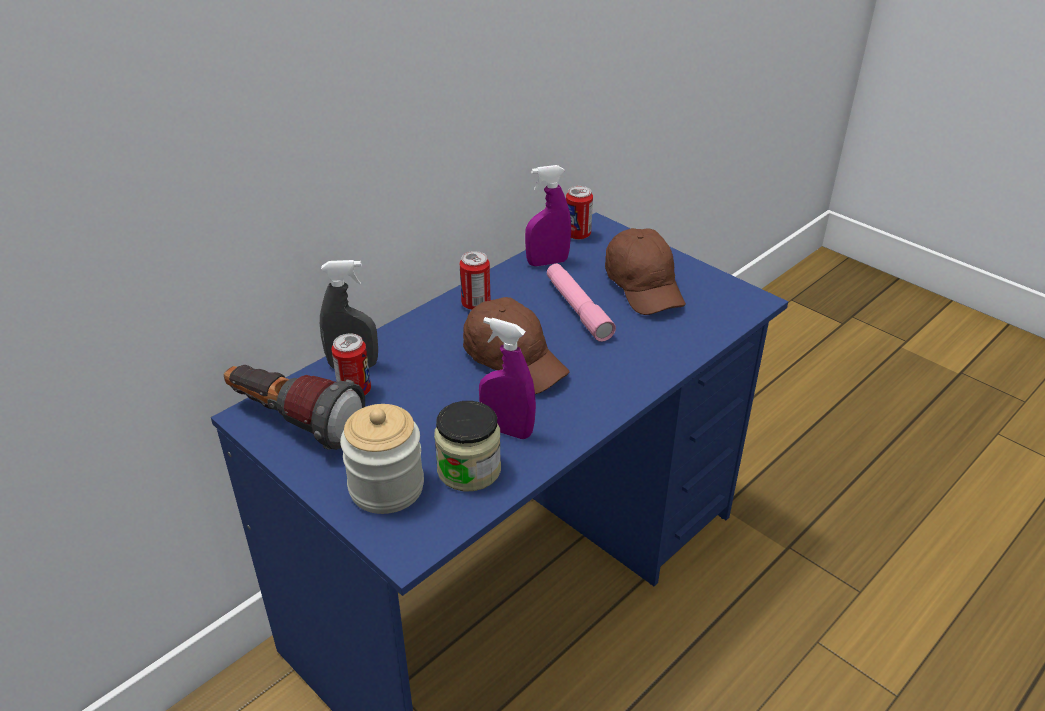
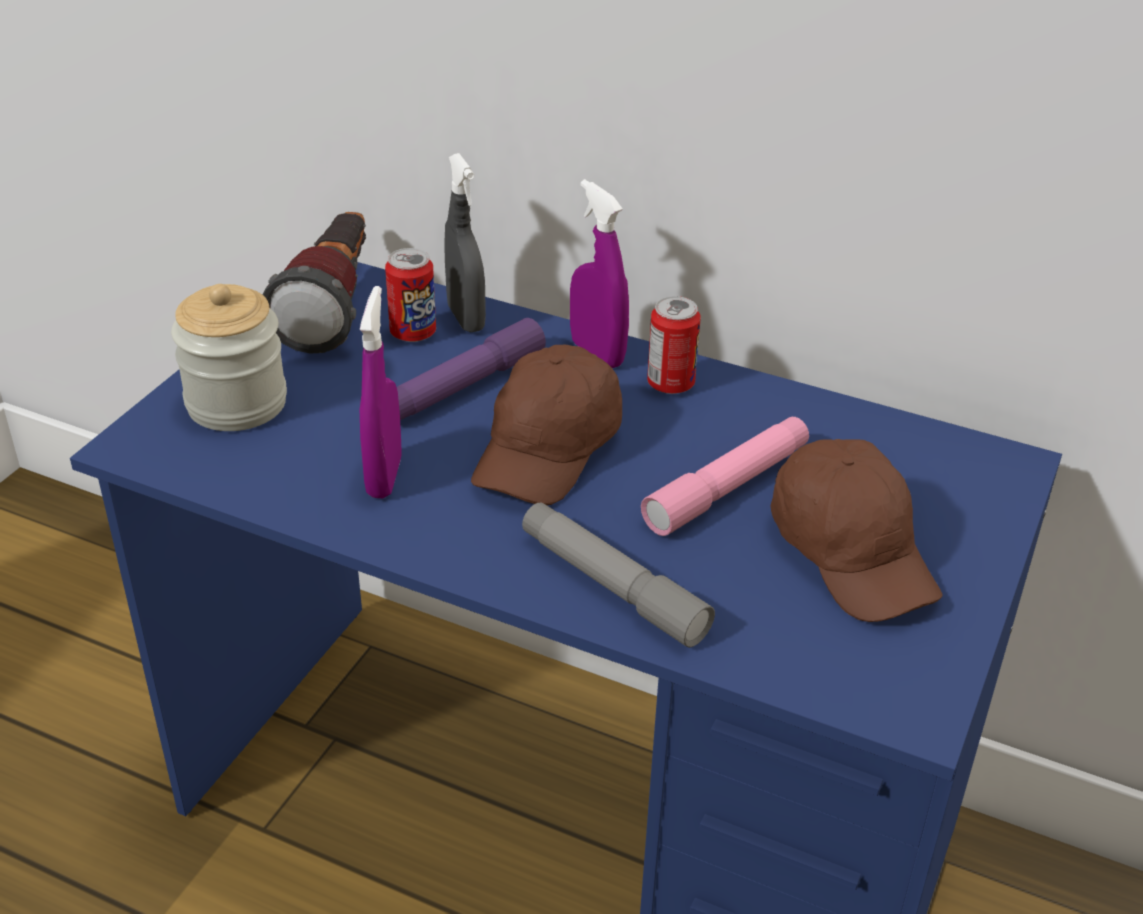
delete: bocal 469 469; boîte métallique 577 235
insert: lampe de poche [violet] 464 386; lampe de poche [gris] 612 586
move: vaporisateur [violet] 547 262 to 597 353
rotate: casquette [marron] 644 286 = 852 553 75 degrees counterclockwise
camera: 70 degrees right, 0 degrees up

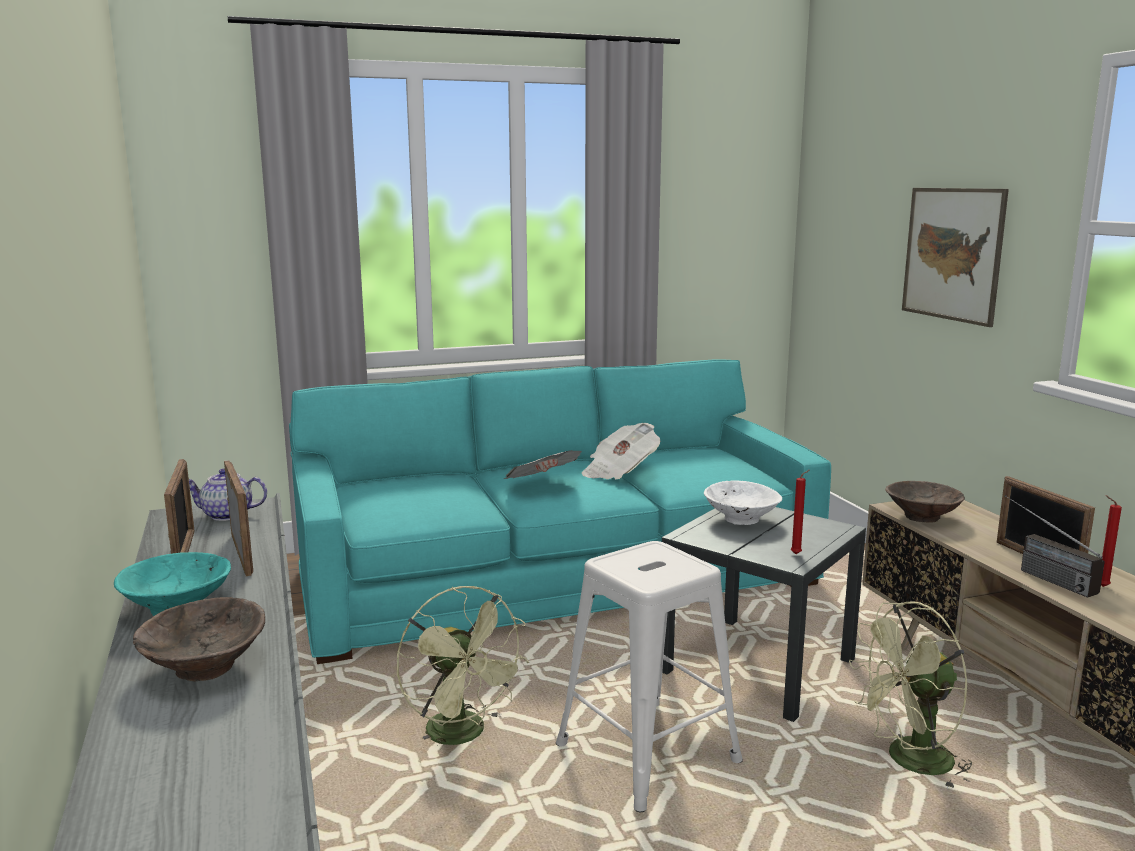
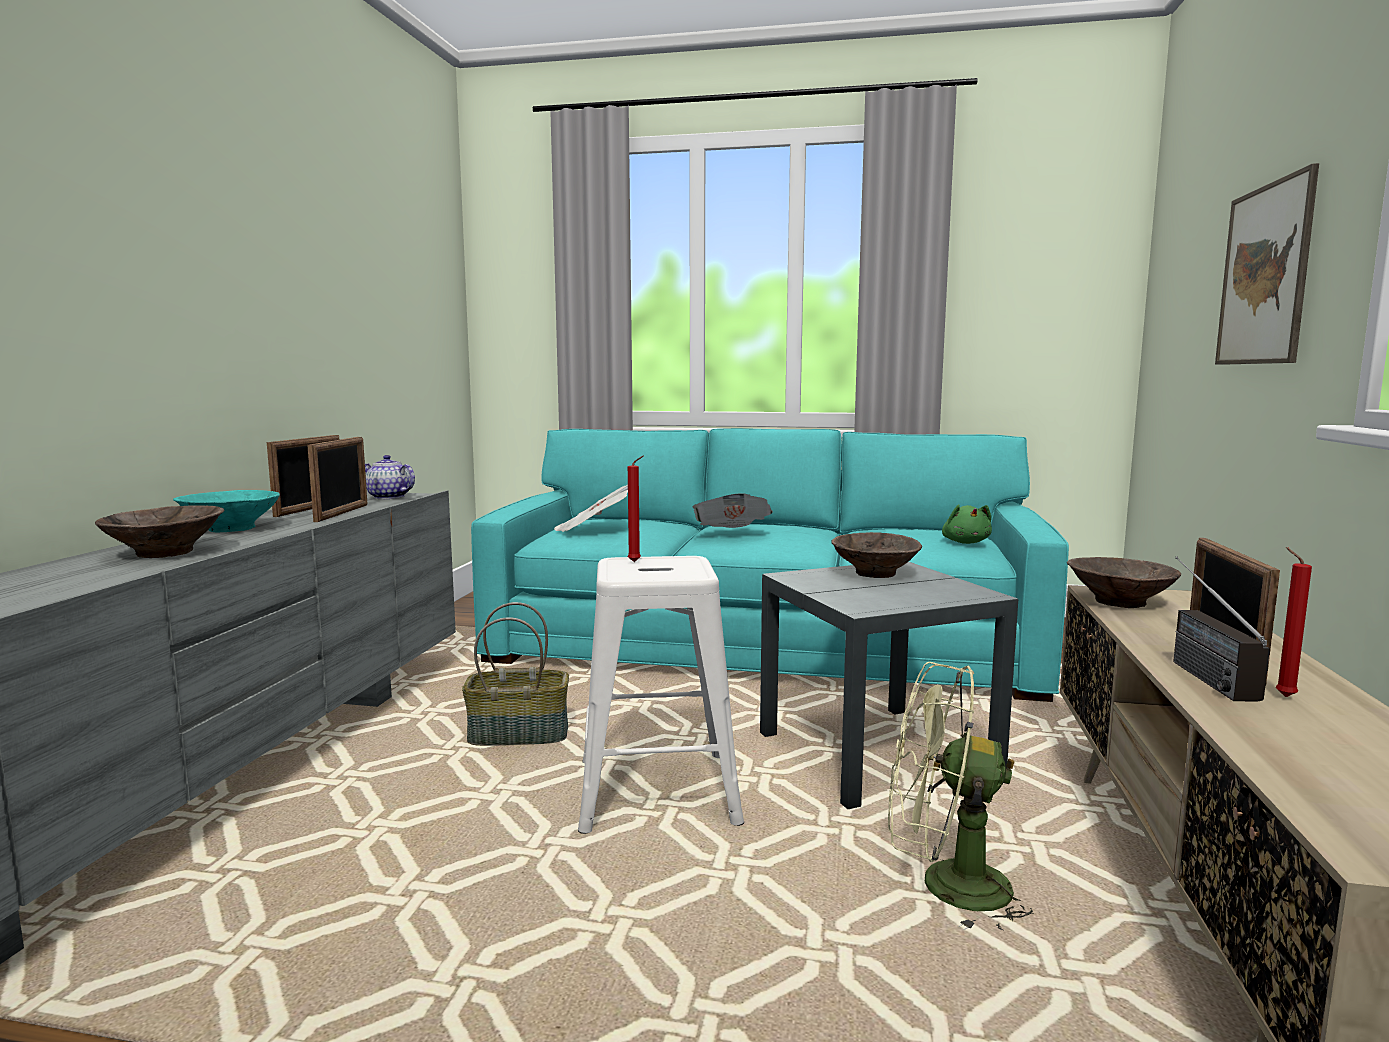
insert: peluche [vert] 965 542
move: journal 619 472 to 593 530; bougie [rouge] 797 554 to 636 562
replace: ventilateur [vert] 464 735 to panier 519 735
recolor: bol [blanc] 740 519 to bol [marron] 874 573
camera: 30 degrees right, 5 degrees down

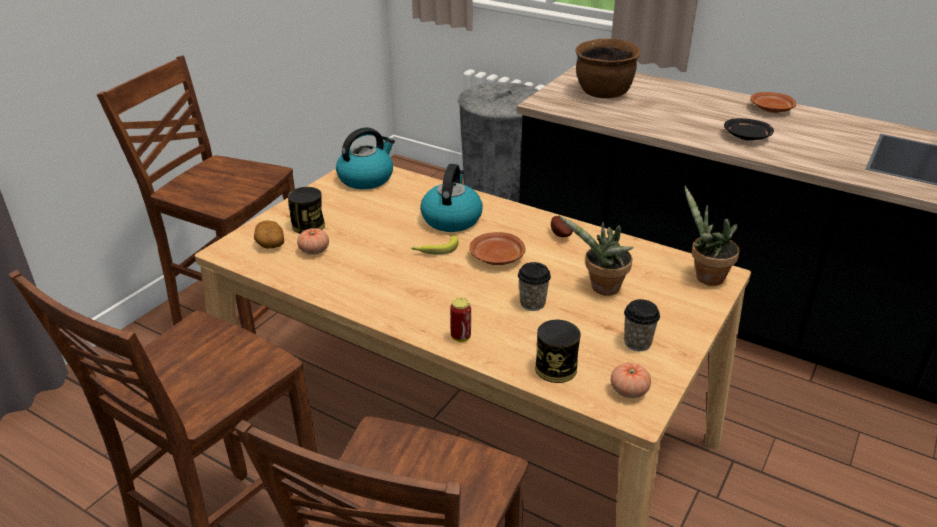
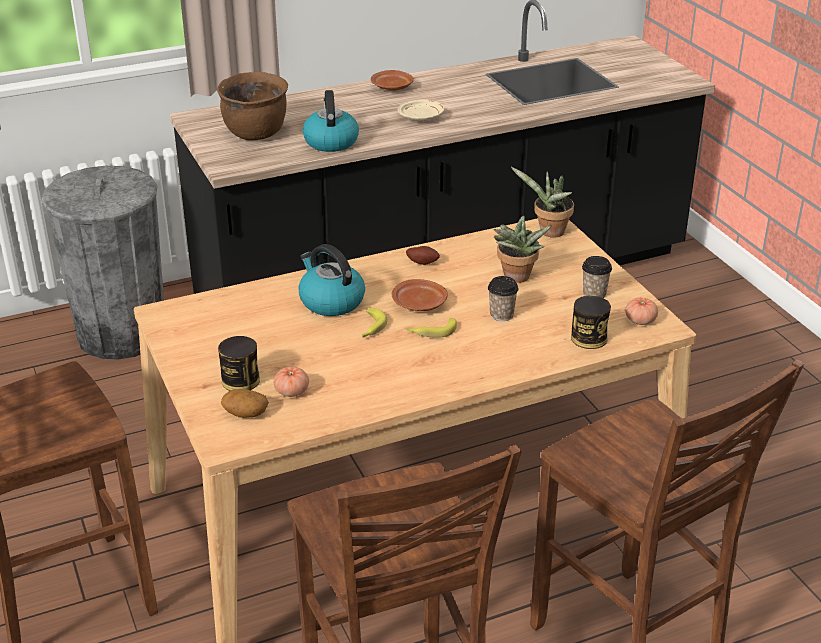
delete: boîte métallique 460 337
insert: banane 431 332
move: bouilloire 366 178 to 330 141
recolor: assiette [noir] 747 137 to assiette [beige] 421 117
camera: 55 degrees left, 0 degrees up

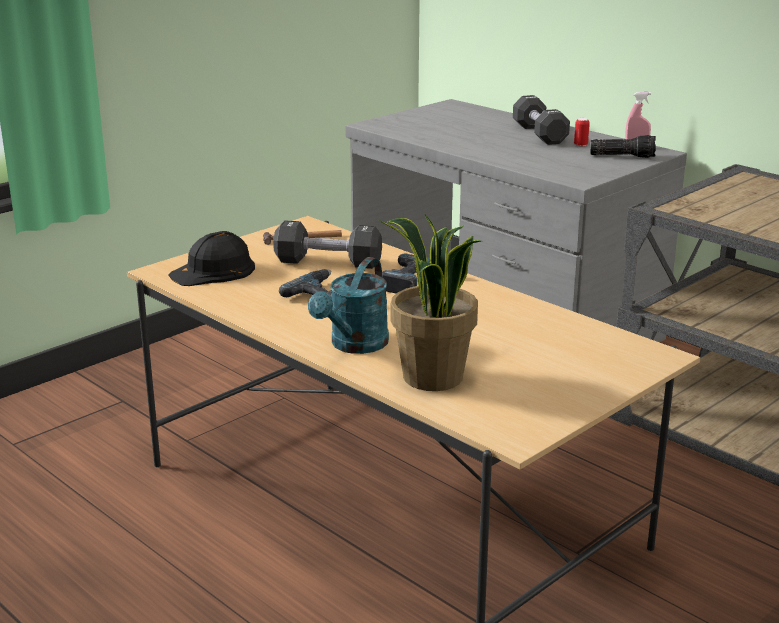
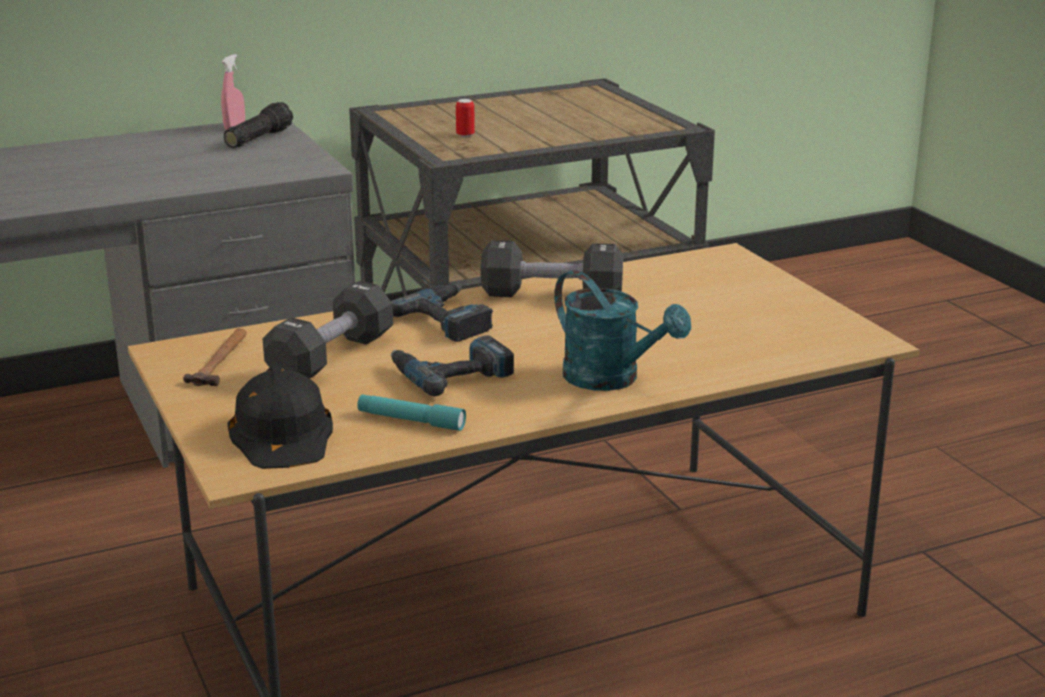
delete: plante en pot 432 378
insert: lampe de poche [turquoise] 411 421
move: boîte métallique 580 145 to 465 135; haltère [noir] 539 134 to 551 294
camera: 70 degrees left, 0 degrees up

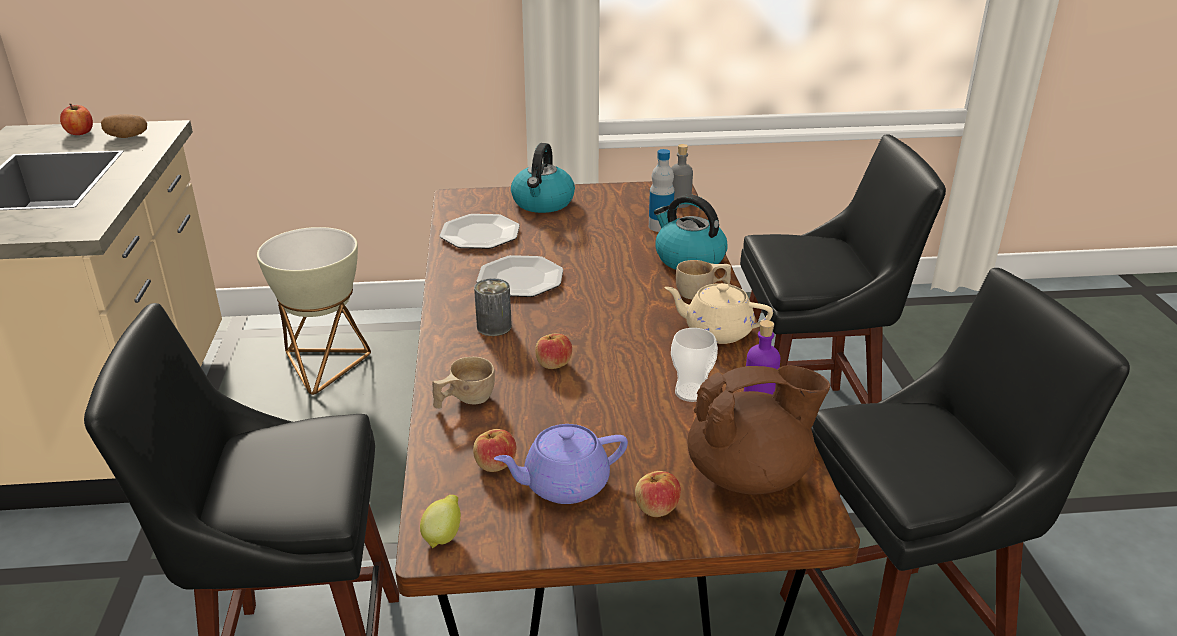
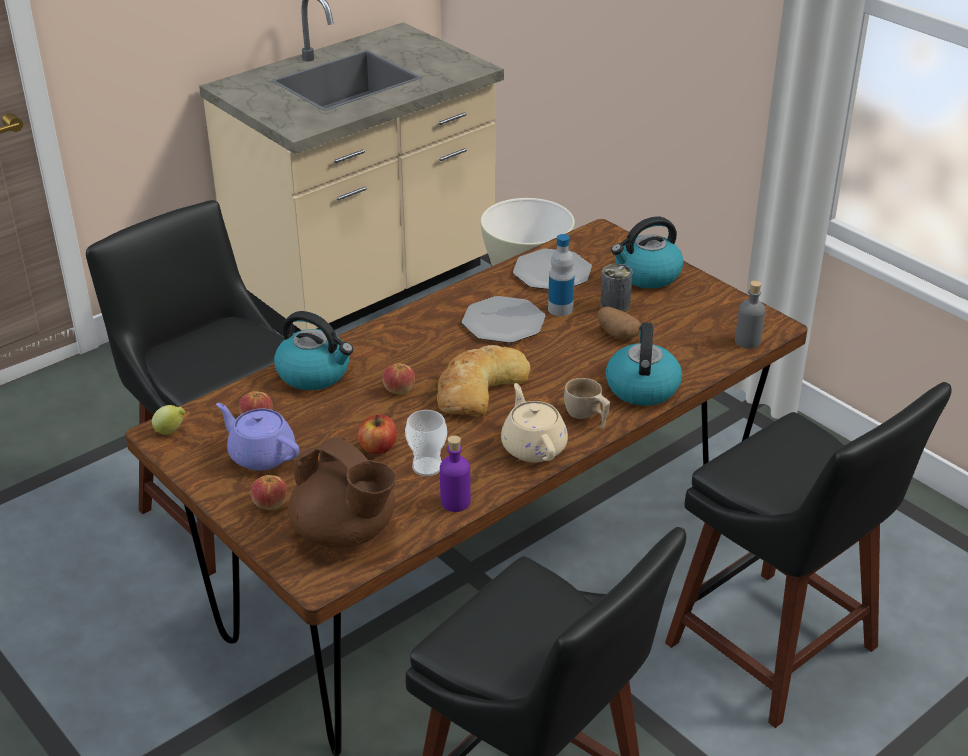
insert: pain 478 388
move: pomme 80 132 to 378 447; bouteille 660 226 to 560 309; pomme de terre 126 137 to 617 334; boîte métallique 494 327 to 615 305
replace: tasse [beige] 464 400 to bouilloire 315 373
camera: 55 degrees right, 5 degrees up

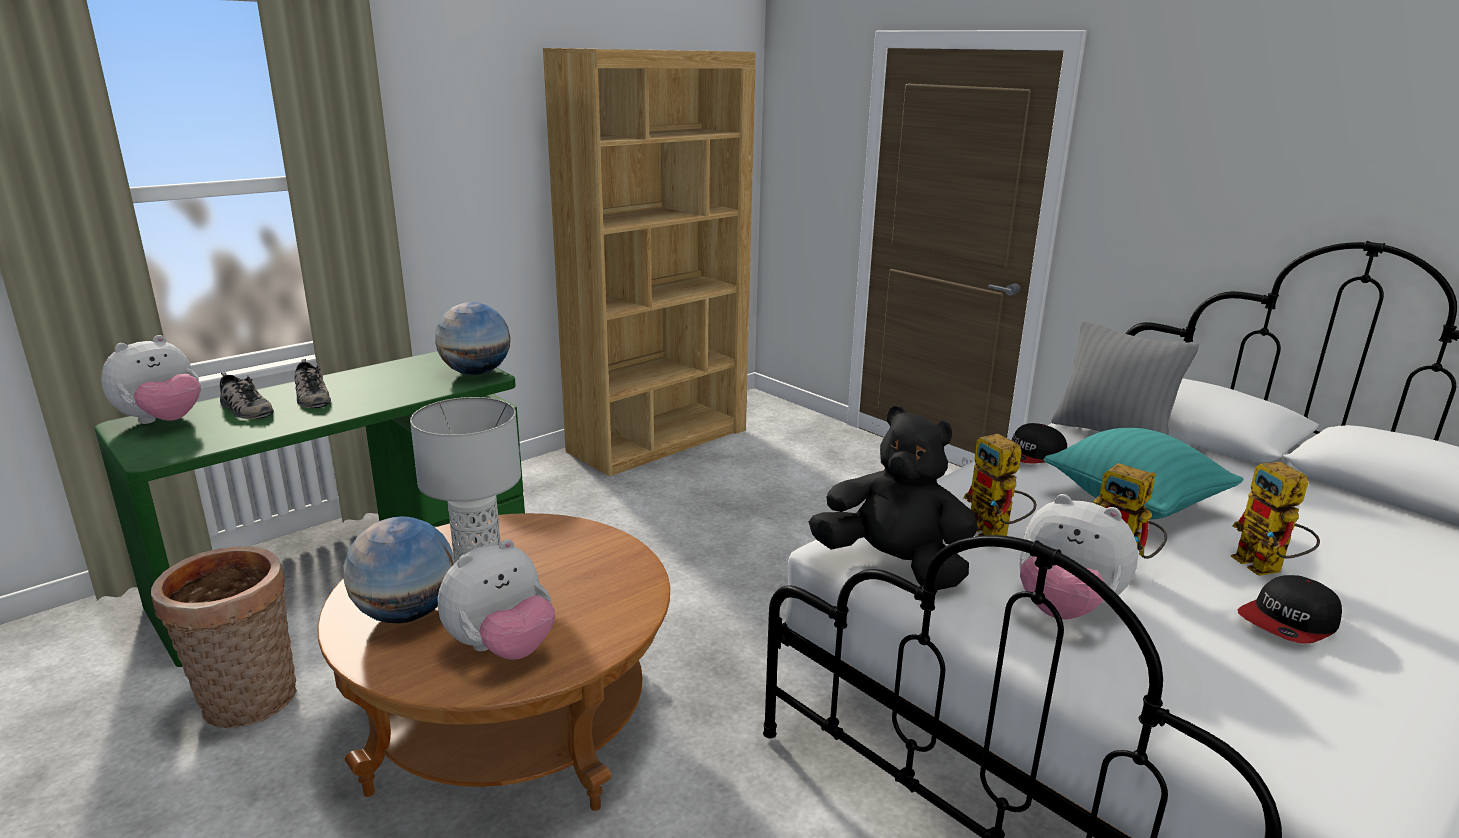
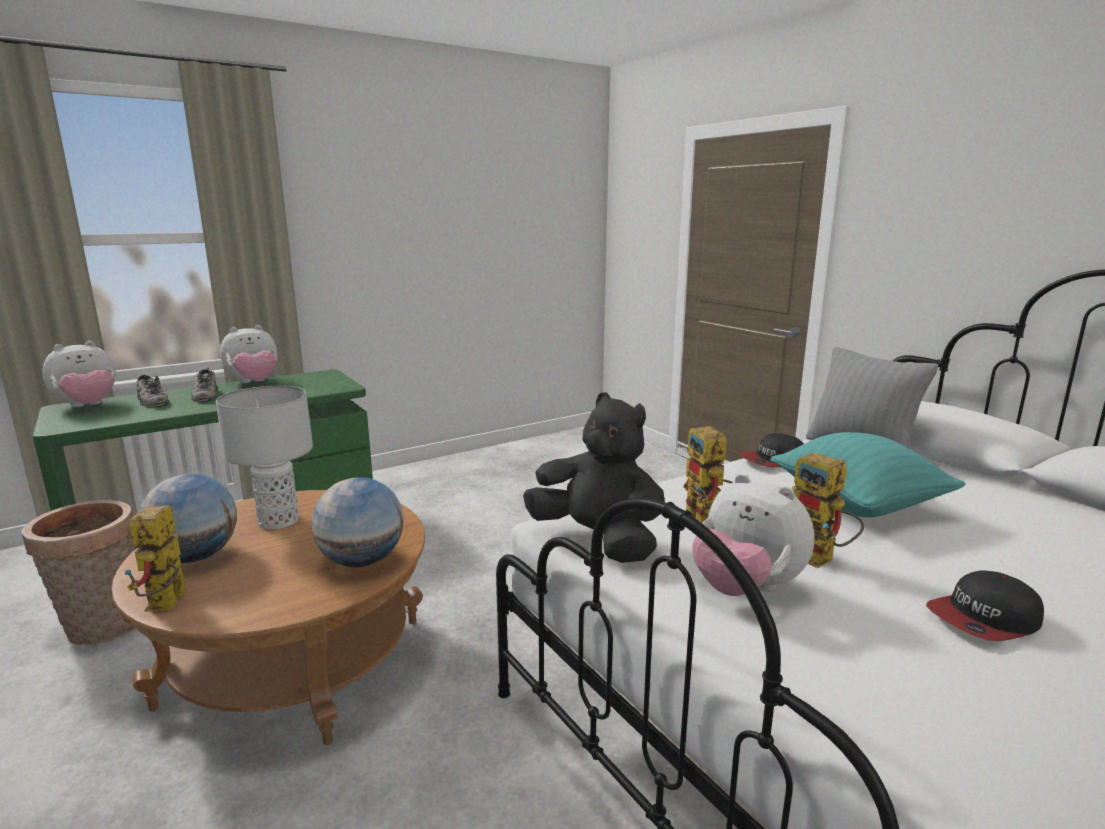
delete: bibliothèque [marron] 659 440
move: robot jouet 1267 569 to 166 606; peluche 502 648 to 254 382; globe 476 373 to 362 561
camera: 10 degrees right, 5 degrees down

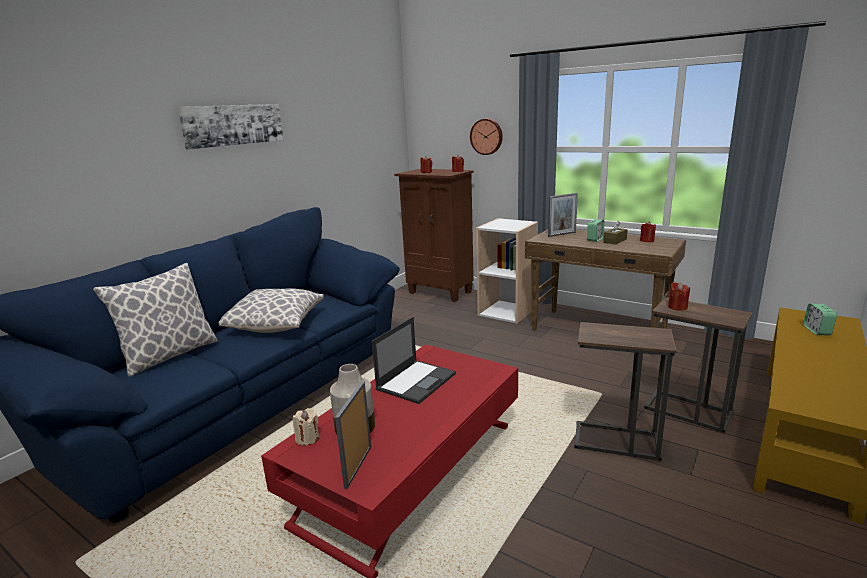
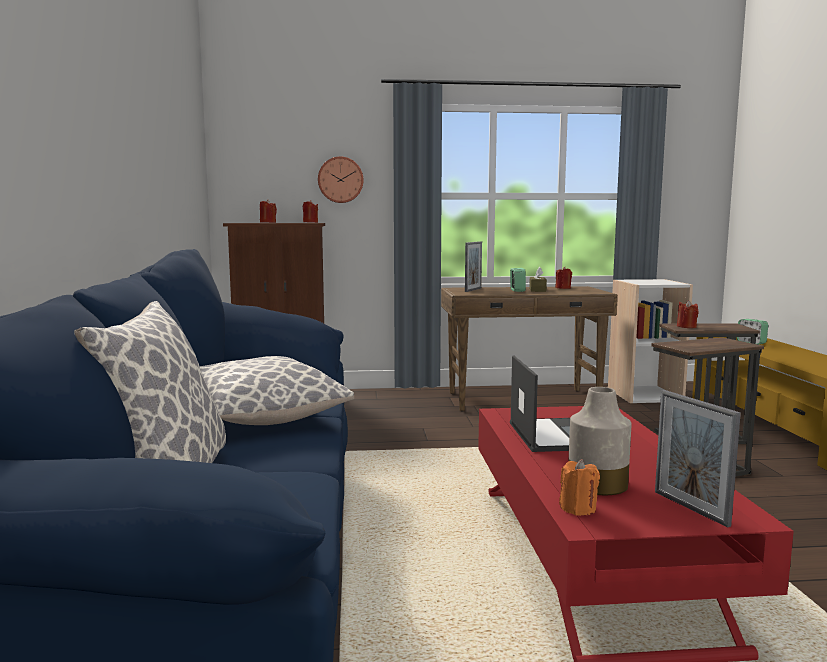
delete: tableau 233 125
move: bibliothèque 507 312 to 645 395
recolor: bougie [beige] 307 438 to bougie [orange] 578 508
camera: 40 degrees left, 10 degrees down

